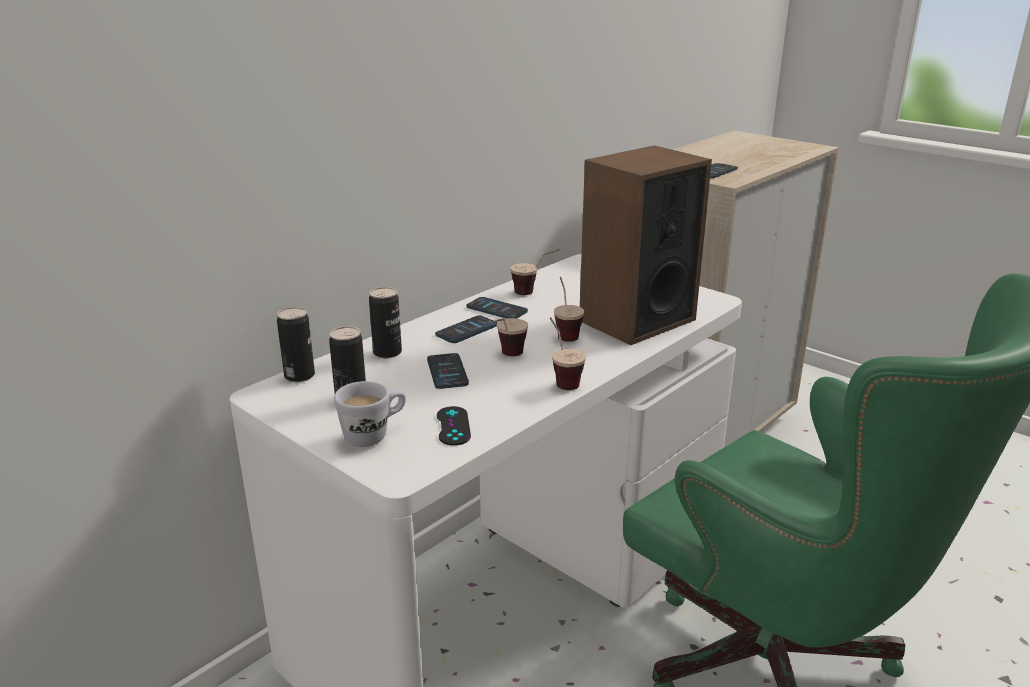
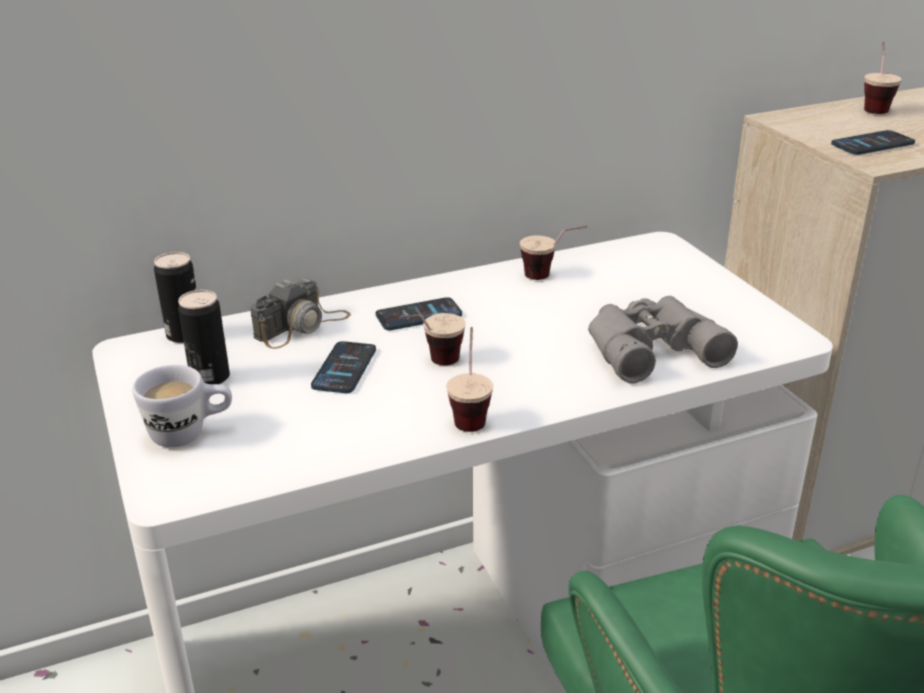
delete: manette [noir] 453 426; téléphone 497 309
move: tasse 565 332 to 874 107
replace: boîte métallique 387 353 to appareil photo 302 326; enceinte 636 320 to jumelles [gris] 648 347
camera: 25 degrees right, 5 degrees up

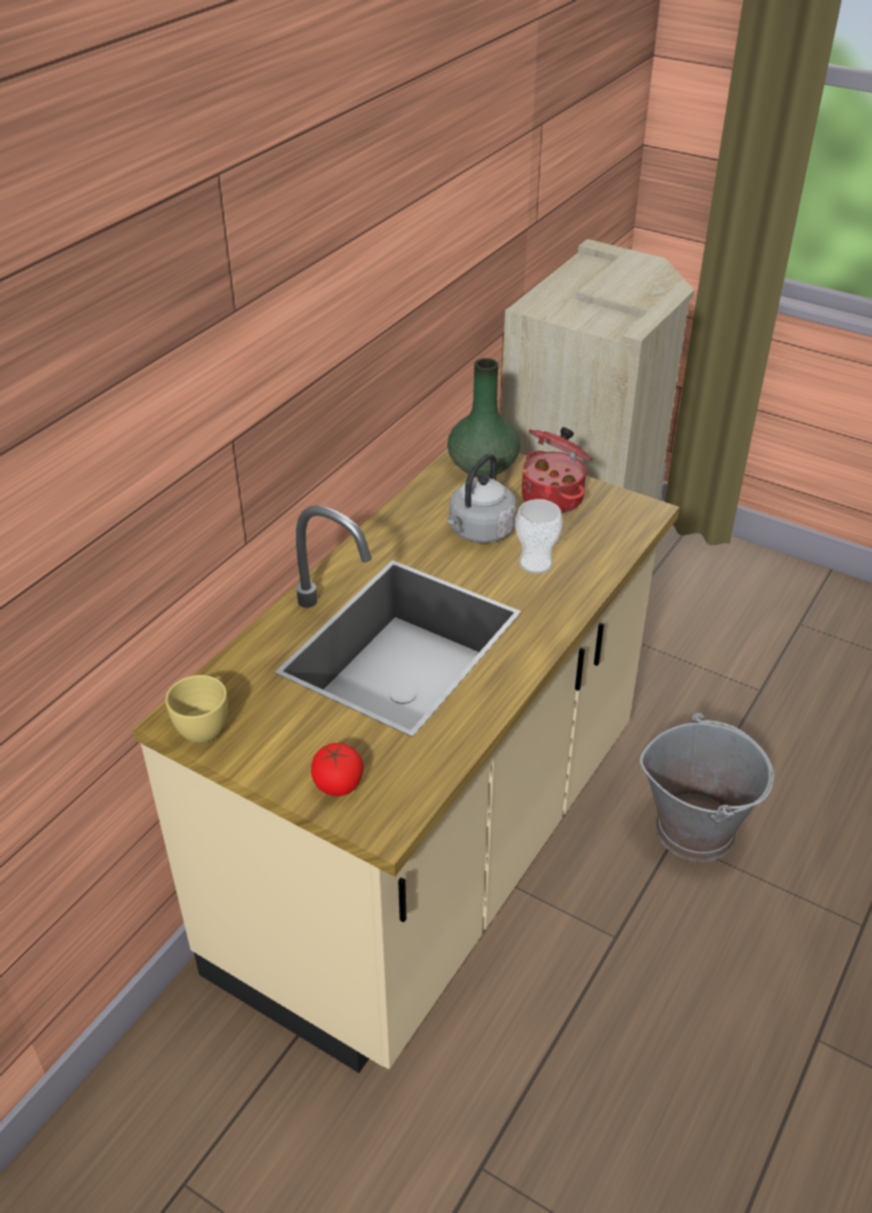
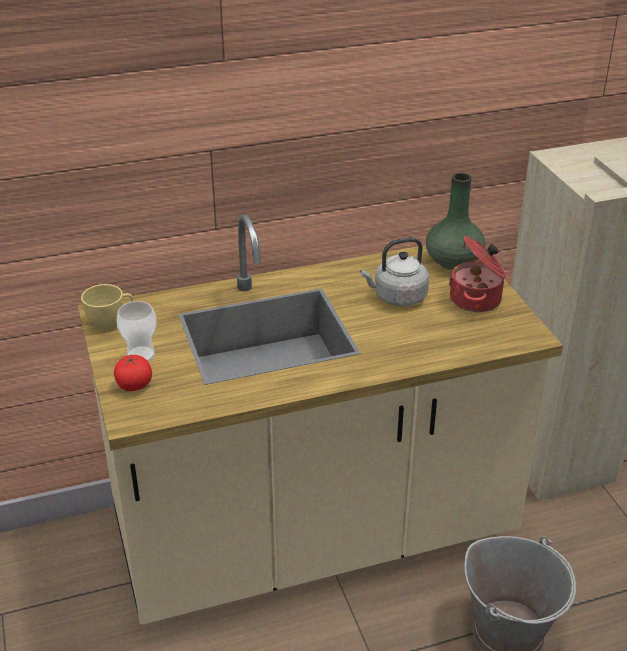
move: tasse 536 563 to 140 355
camera: 40 degrees right, 5 degrees down

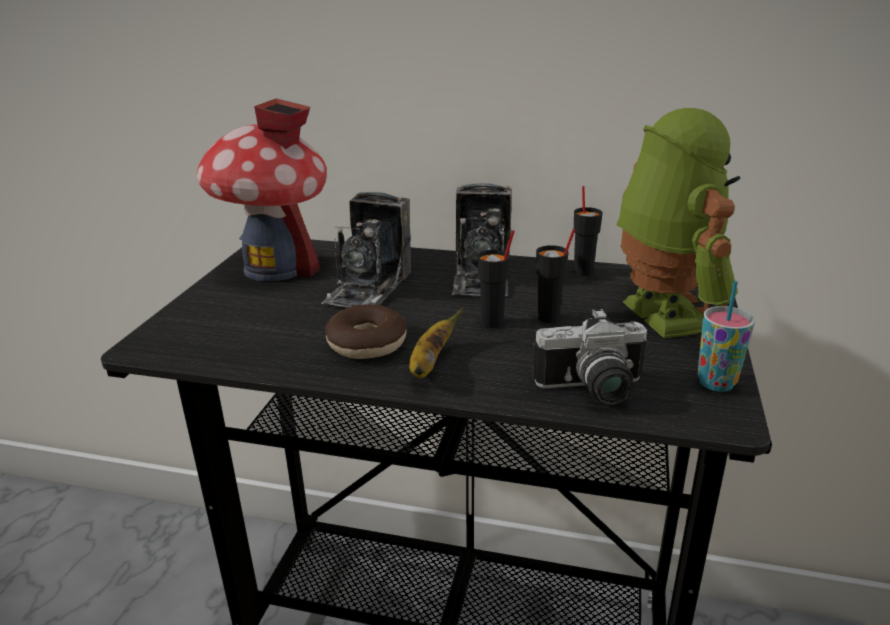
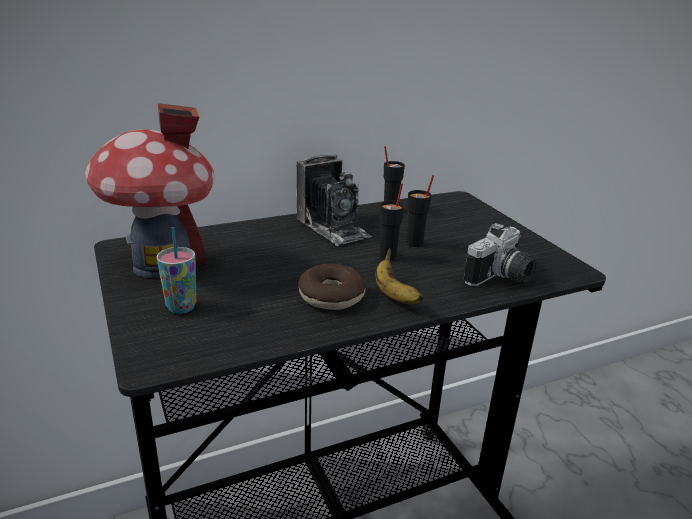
delete: appareil photo 369 287; robot jouet 660 315
move: tasse 716 383 to 181 307
camera: 40 degrees left, 0 degrees up

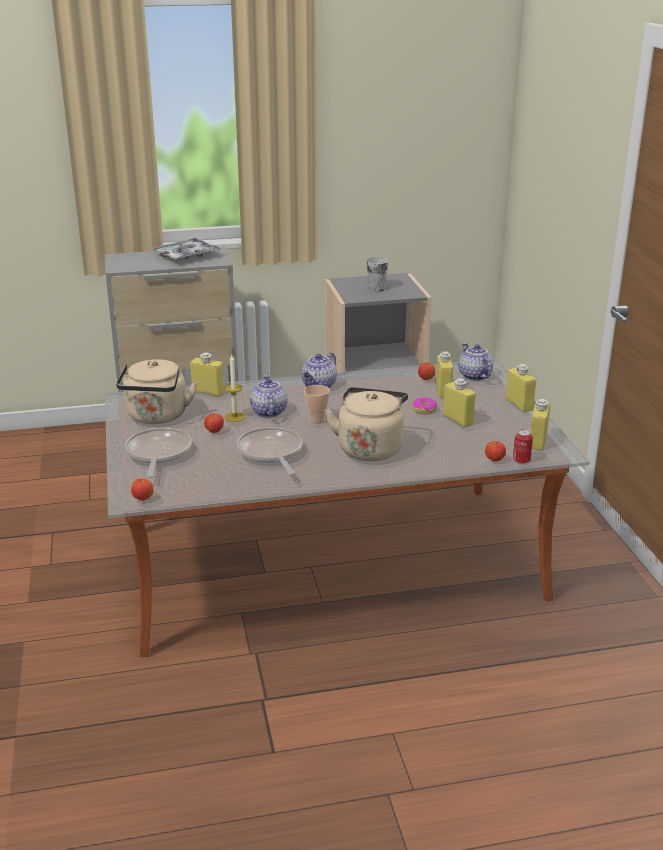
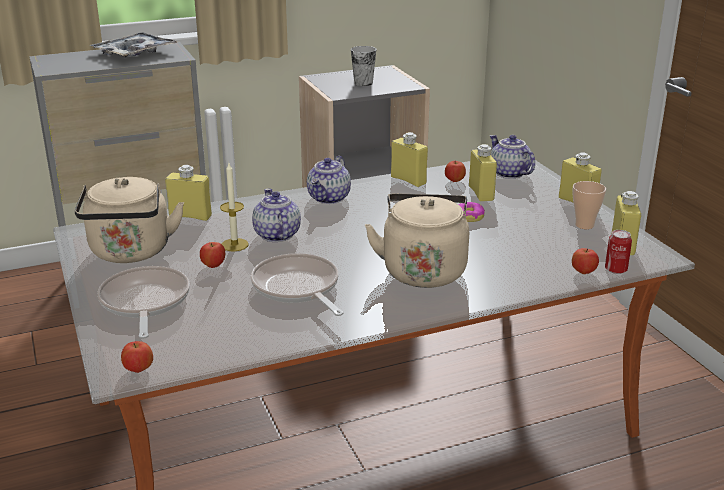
move: bouteille [jaune] 458 420 to 408 180; tasse 317 420 to 584 225
camera: 10 degrees left, 0 degrees up

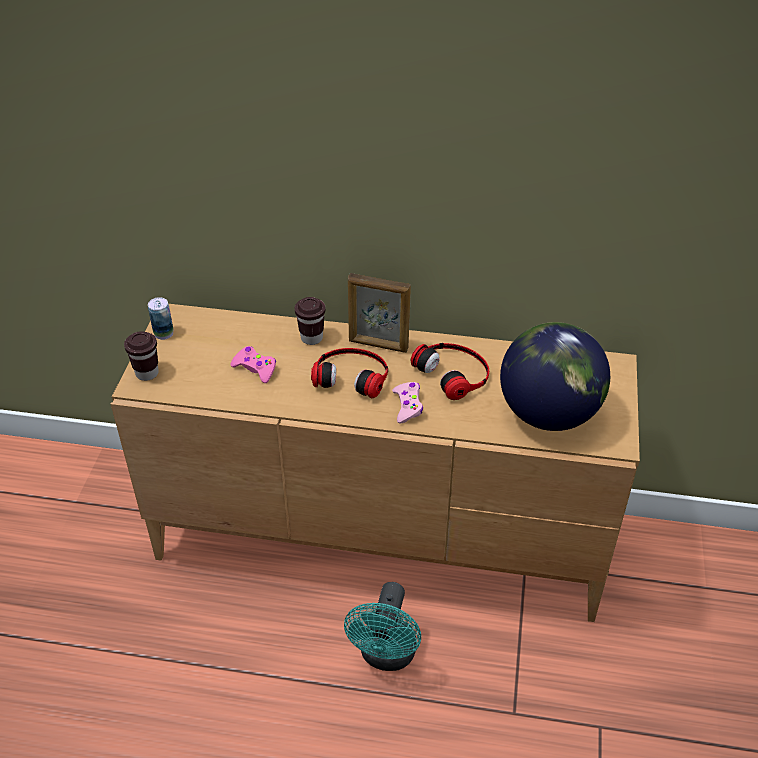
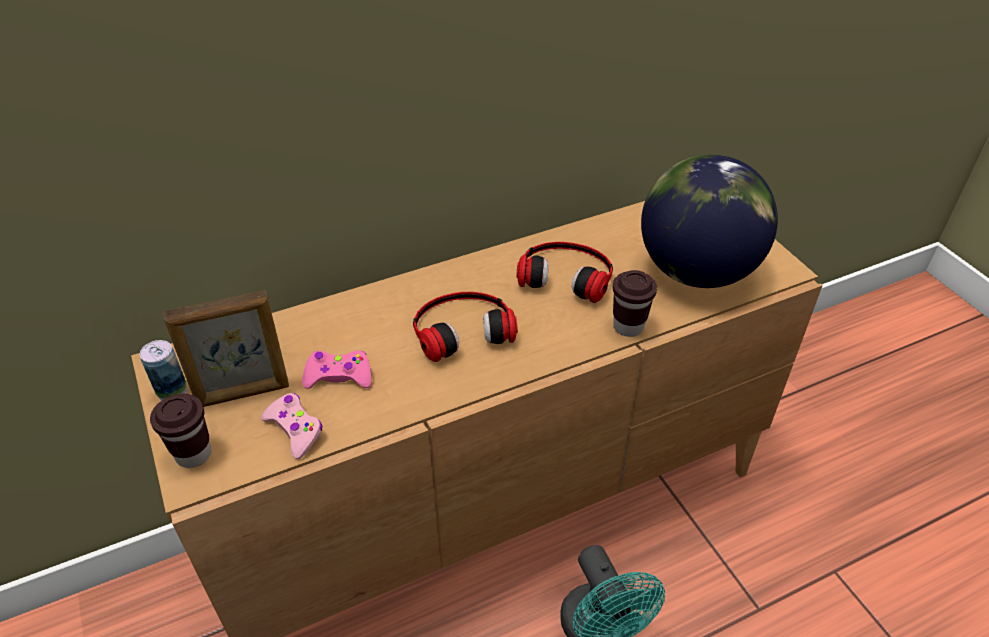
move: cadre photo 378 345 to 243 394; manette [rose] 408 406 to 295 429; tasse [marron] 311 338 to 628 326
camera: 35 degrees left, 0 degrees up

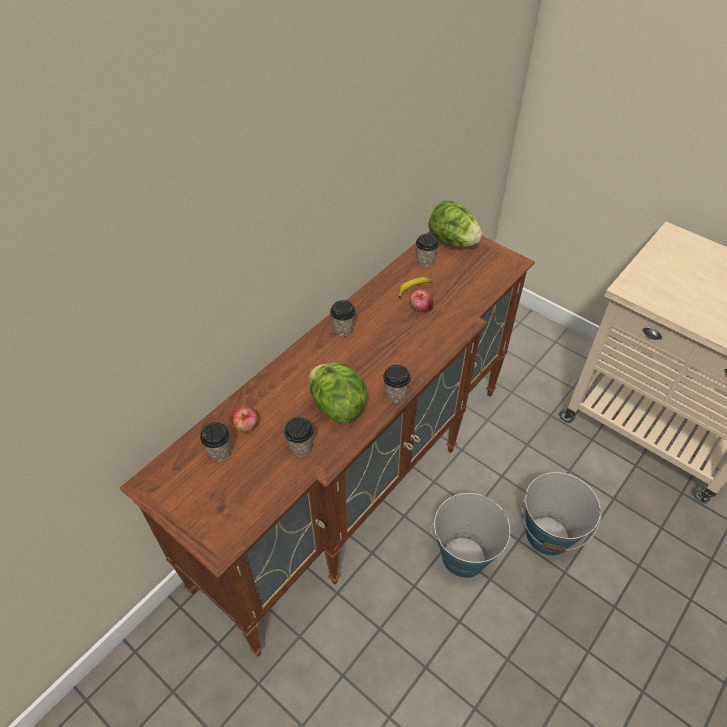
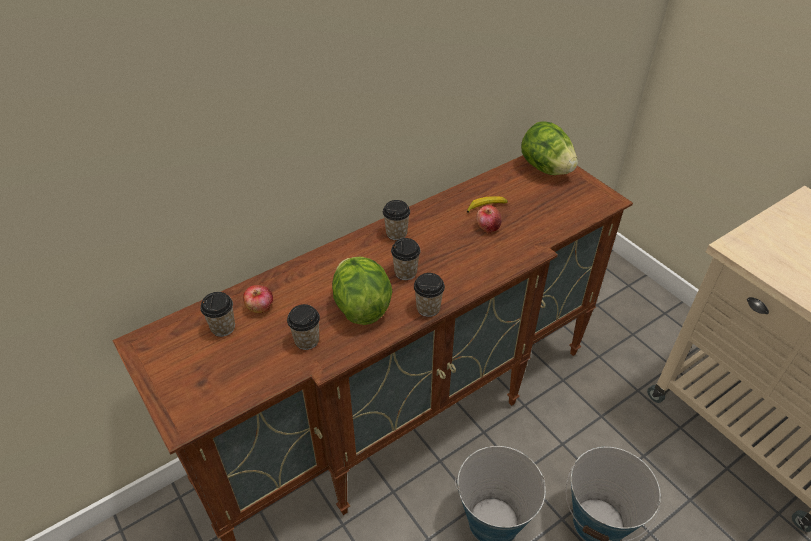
move: tasse 425 262 to 405 272
camera: 15 degrees right, 5 degrees down

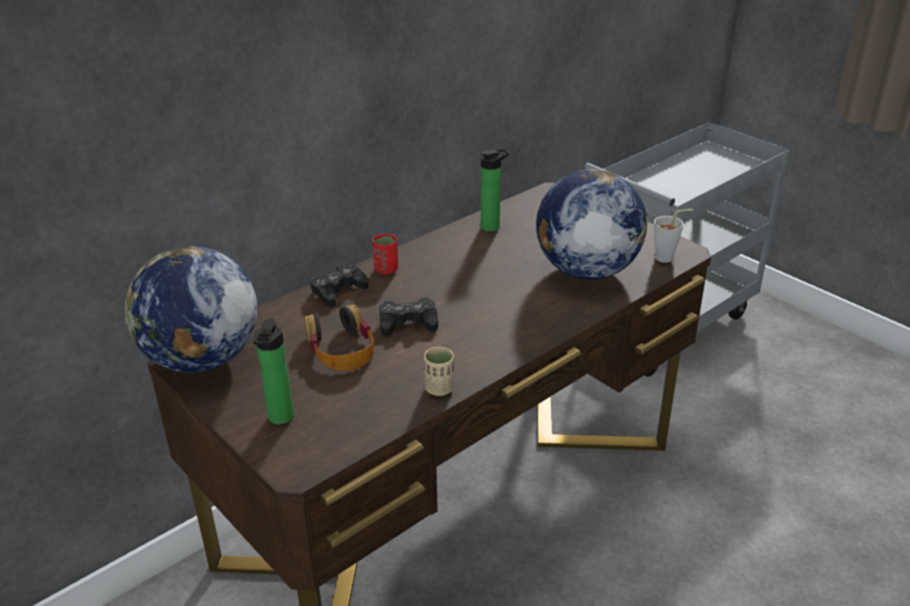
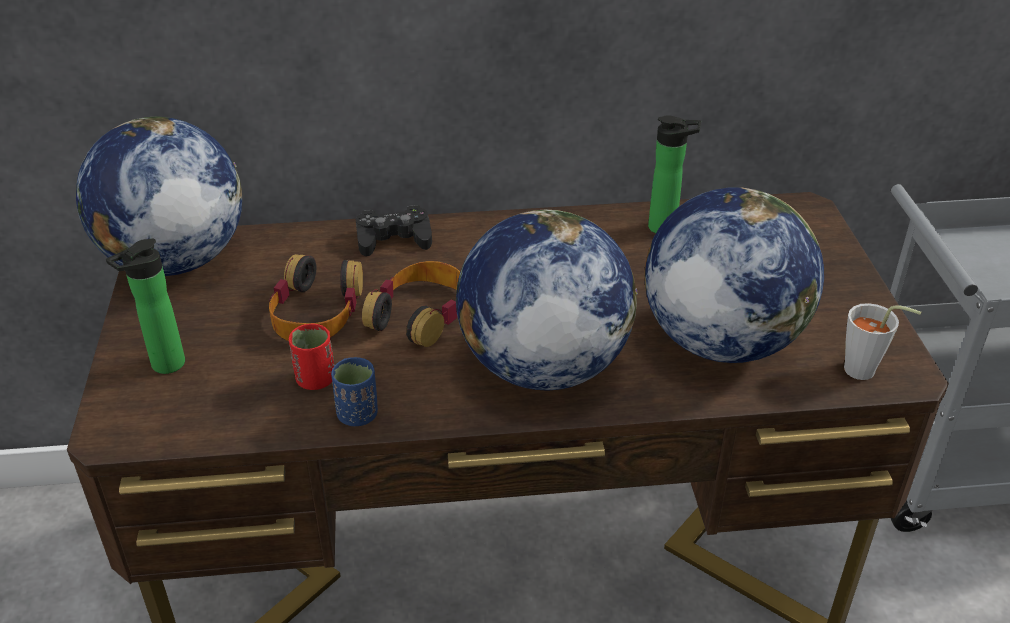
insert: globe 542 367
move: tasse [rouge] 386 269 to 315 380
replace: manette [noir] 408 323 to casque audio 420 313
recolor: tasse [beige] 439 389 to tasse [bleu] 357 415
camera: 35 degrees right, 5 degrees up

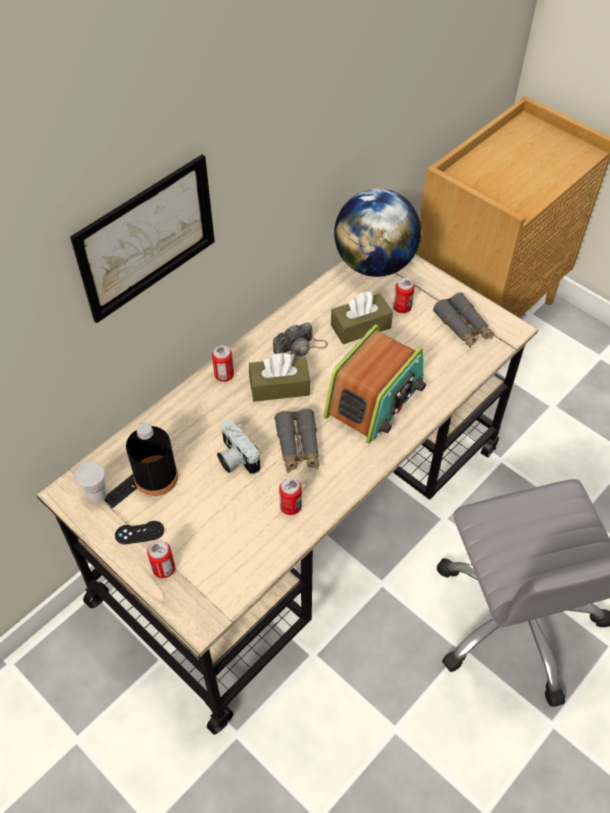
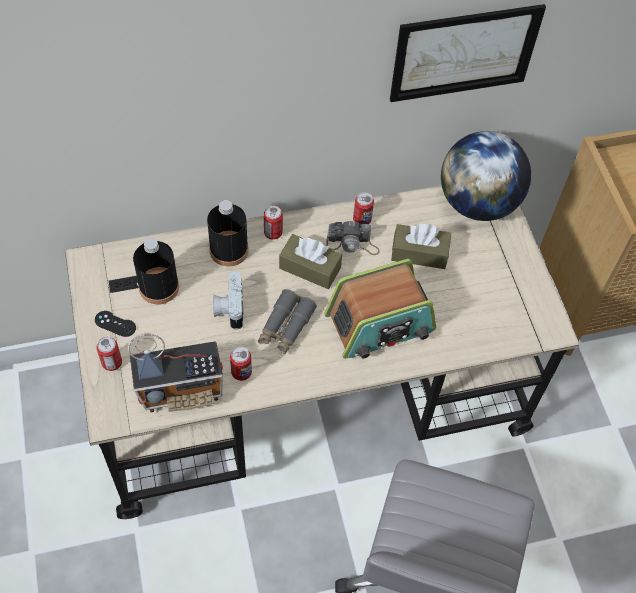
delete: tasse [blanc] 97 494; jumelles [gris] 463 327
insert: radio 181 389; bouteille [noir] 229 250
move: boîte métallique 402 308 to 362 220; tableau 147 238 to 464 53
camera: 30 degrees right, 5 degrees up

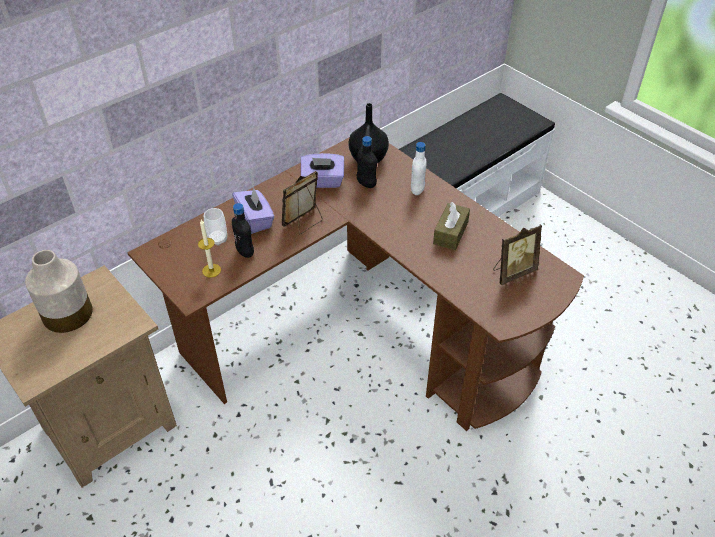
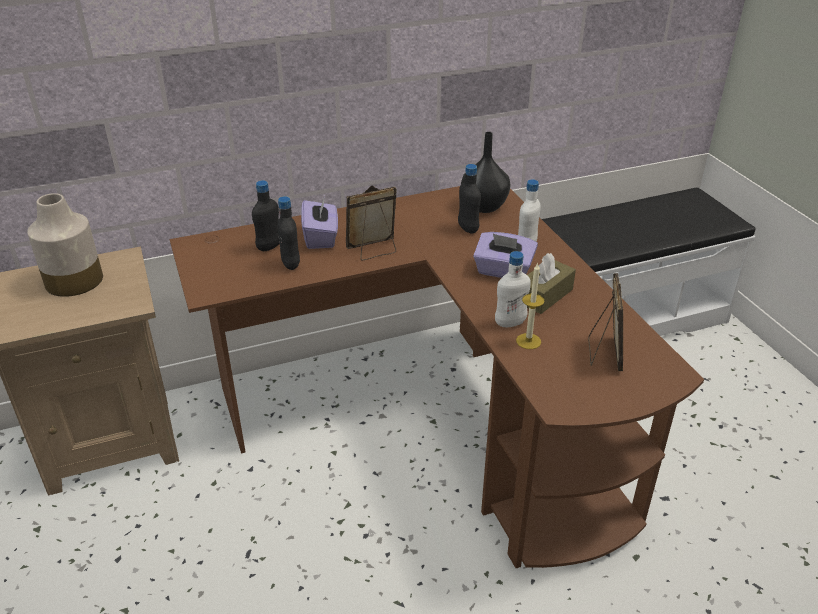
insert: bouteille [blanc] 510 323
move: boîte à mouchoirs [violet] 323 182 to 503 271; bougie 211 270 to 528 341
replace: tasse 218 239 to bouteille [noir] 269 247
rotate: cadre photo 512 272 = 604 353 75 degrees counterclockwise
camera: 20 degrees right, 10 degrees down

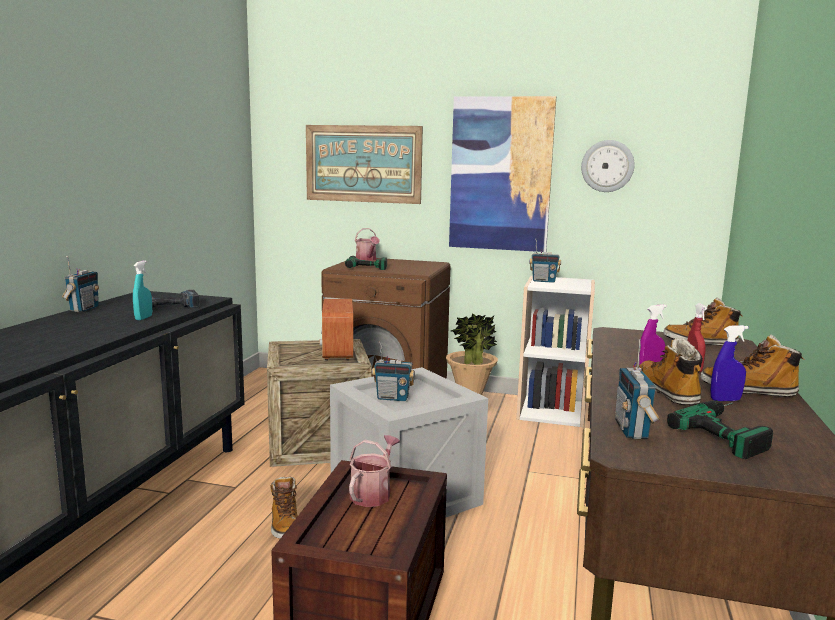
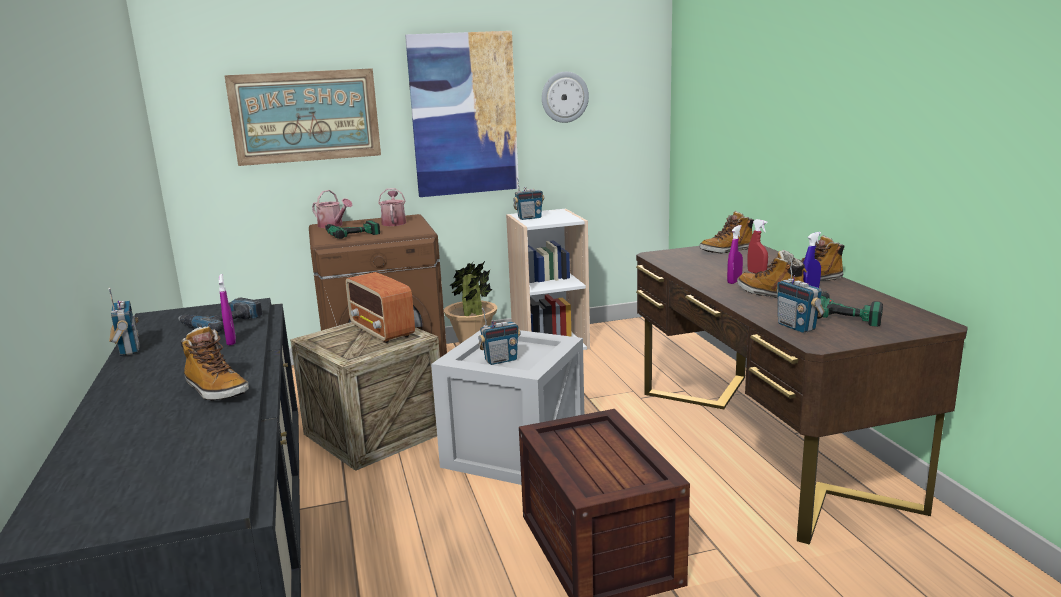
move: botte 285 525 to 216 390; arrosoir 373 493 to 394 222
recolor: vaporisateur [turquoise] 143 318 to vaporisateur [violet] 231 341
camera: 30 degrees left, 5 degrees up

